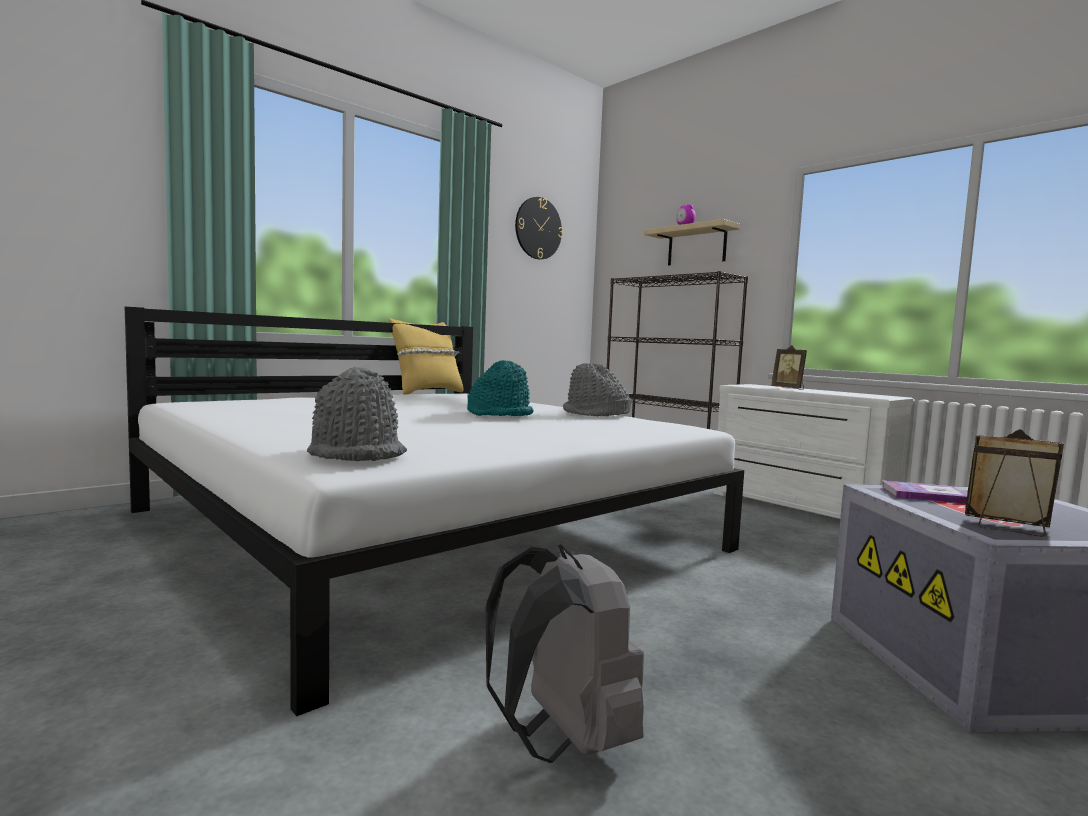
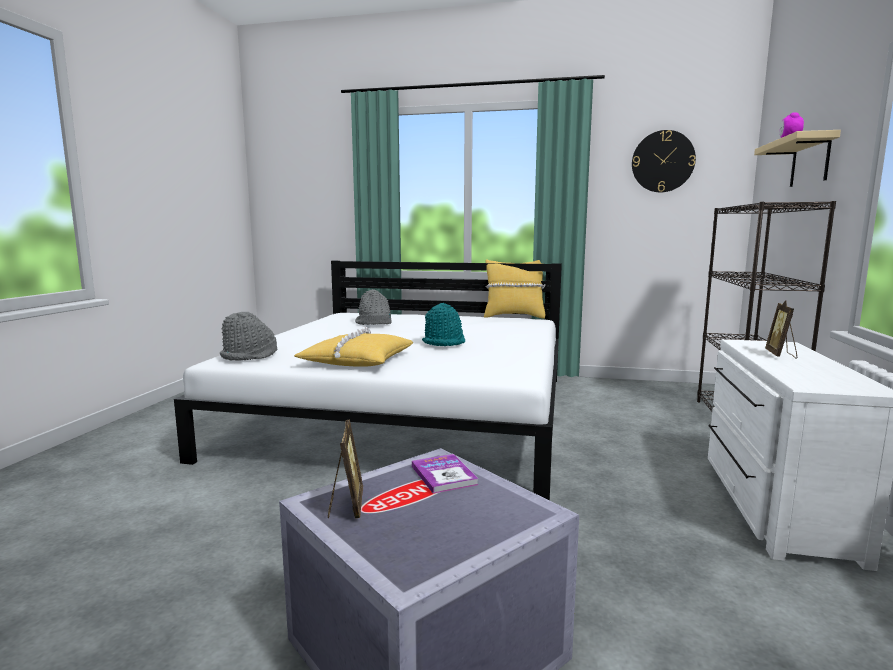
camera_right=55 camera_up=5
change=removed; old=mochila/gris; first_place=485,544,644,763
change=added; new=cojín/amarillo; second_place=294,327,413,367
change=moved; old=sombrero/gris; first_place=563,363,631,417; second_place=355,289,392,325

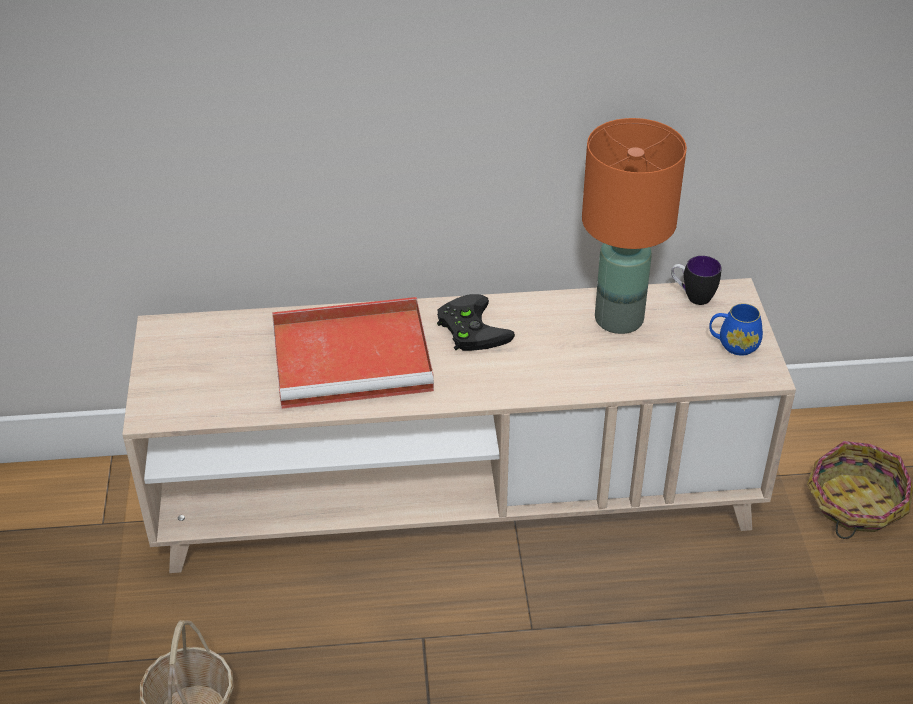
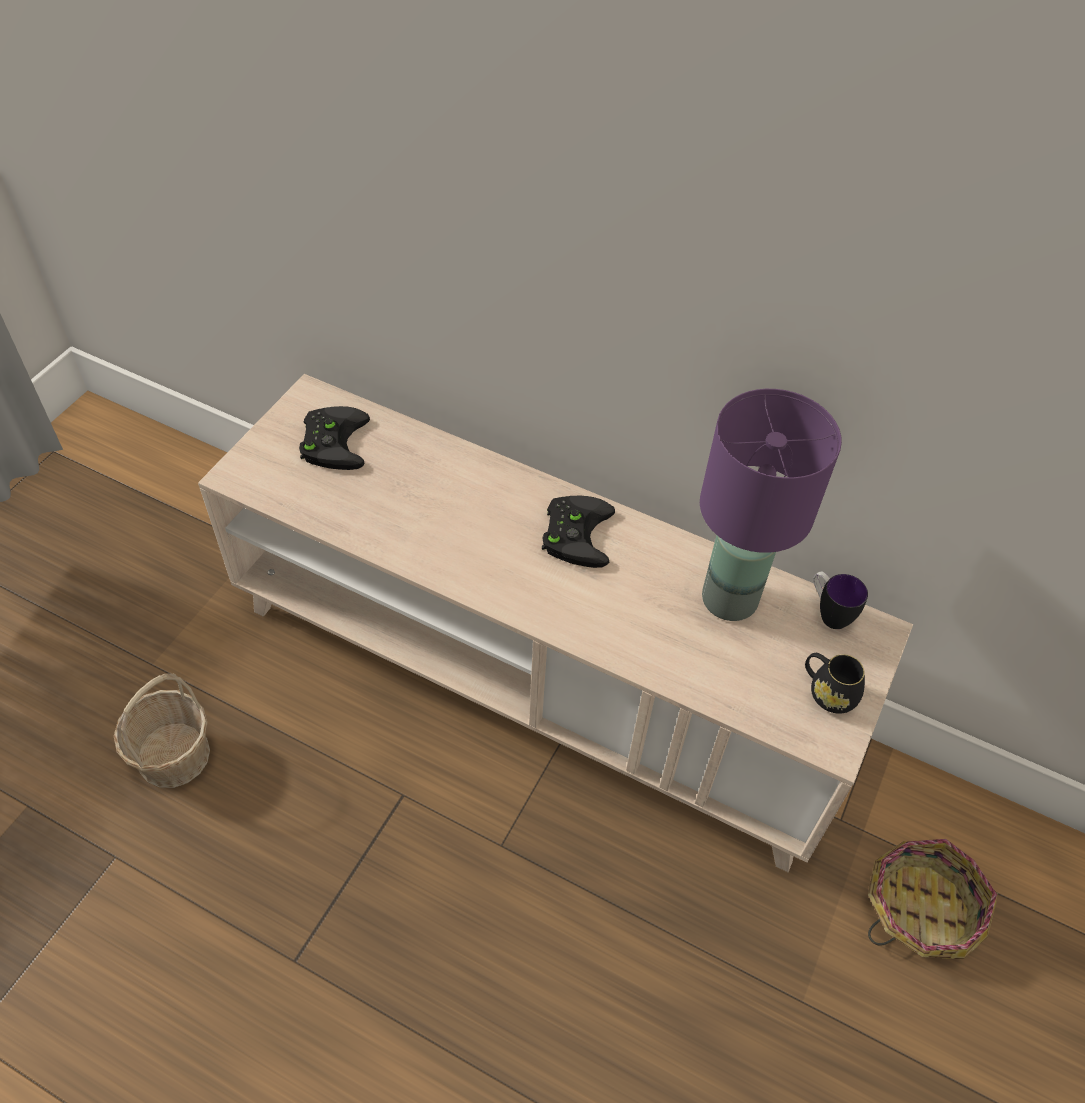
camera_right=30 camera_up=10
change=removed; old=bandeja/rojo; first_place=272,297,434,409
change=added; new=mando de consola/negro; second_place=299,406,370,470
change=recoloured; old=lámpara de mesa/naranja; new=lámpara de mesa/morado; first_place=582,118,687,334; second_place=700,389,842,621
change=recoloured; old=taza grande/azul; new=taza grande/negro; first_place=709,303,763,356; second_place=805,653,865,714

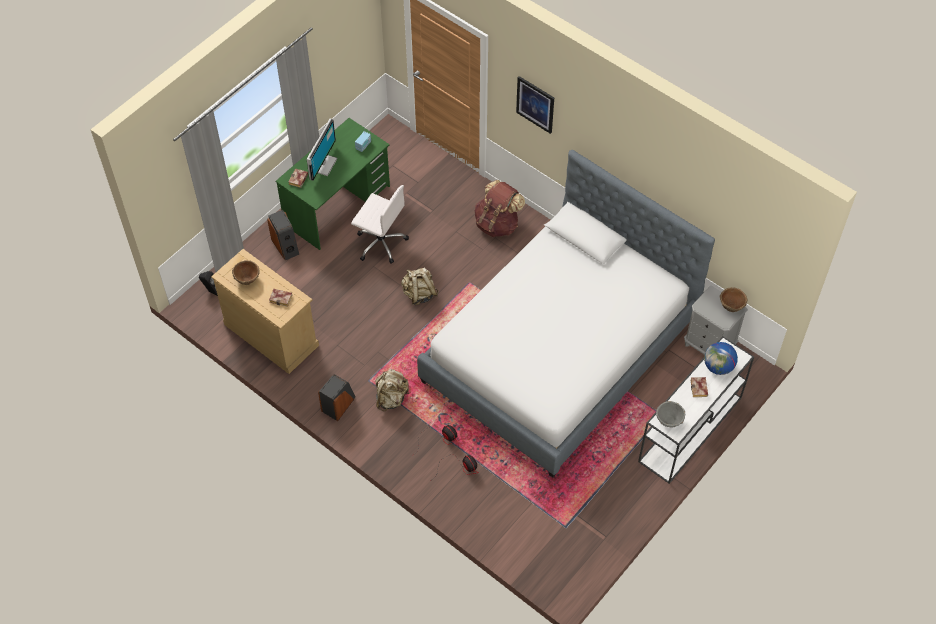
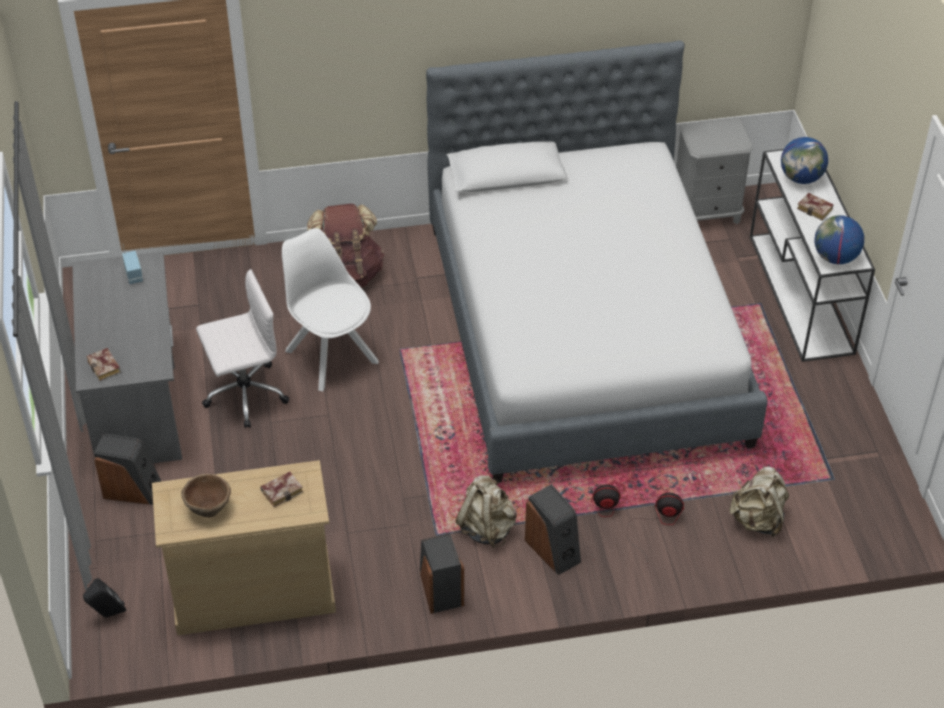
camera_right=-50 camera_up=-10
change=removed; old=monitor; first_place=307,119,337,181
change=removed; old=cuadro; first_place=516,76,554,134
change=removed; old=cuenco/marrón; first_place=720,287,748,312
change=added; new=silla/blanco; second_place=282,228,379,391
change=added; new=altavoz; second_place=525,484,581,575
change=moved; old=mochila/beis; first_place=401,267,439,305; second_place=730,466,789,537
change=replaced; old=cuenco/gris; new=globo terráqueo; first_place=656,401,686,427; second_place=814,215,864,264
change=recoloured; old=escritorio/verde; new=escritorio/gris; first_place=276,118,390,250; second_place=72,251,182,463

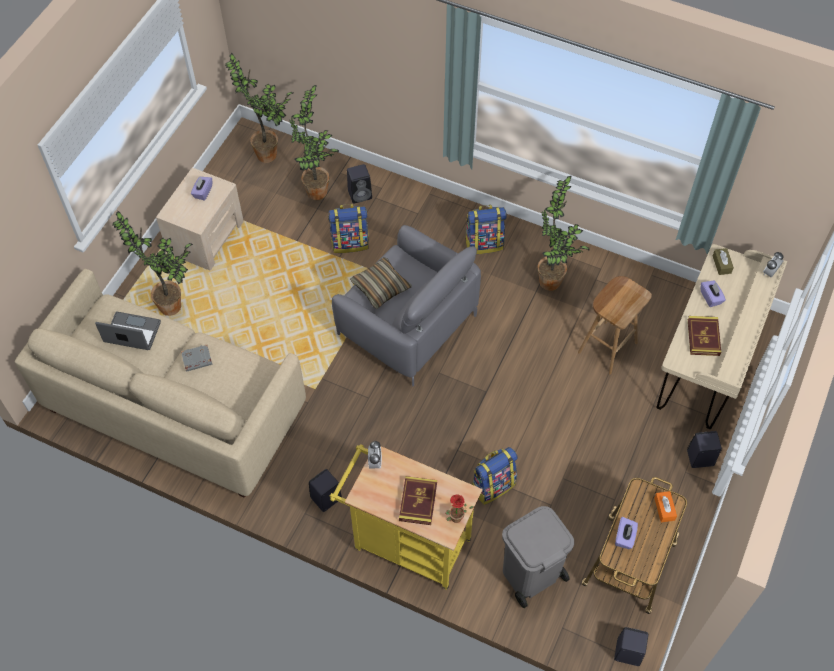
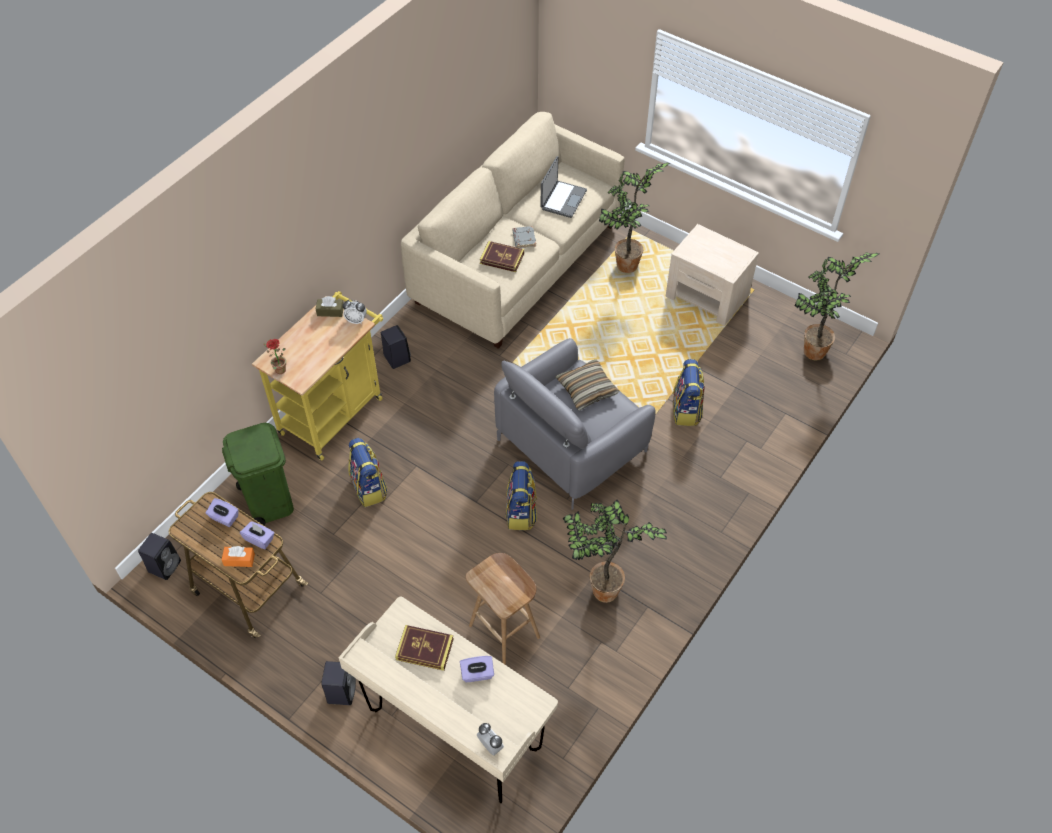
camera_right=100 camera_up=-5
change=removed; old=planta en maceta; first_place=289,85,339,200
change=removed; old=altavoz/negro; first_place=347,164,372,204
change=moved; old=caja de pañuelos/morado; first_place=191,177,212,201; second_place=240,521,274,550
change=moved; old=libro; first_place=399,476,437,525; second_place=480,241,524,272
change=moved; old=mochila; first_place=465,205,507,254; second_place=506,461,537,530
change=moved; old=caja de pañuelos/marrón; first_place=713,248,734,275; second_place=316,296,343,317
change=recoloured; old=papelera/gris; new=papelera/verde; first_place=502,506,574,608; second_place=222,423,294,525

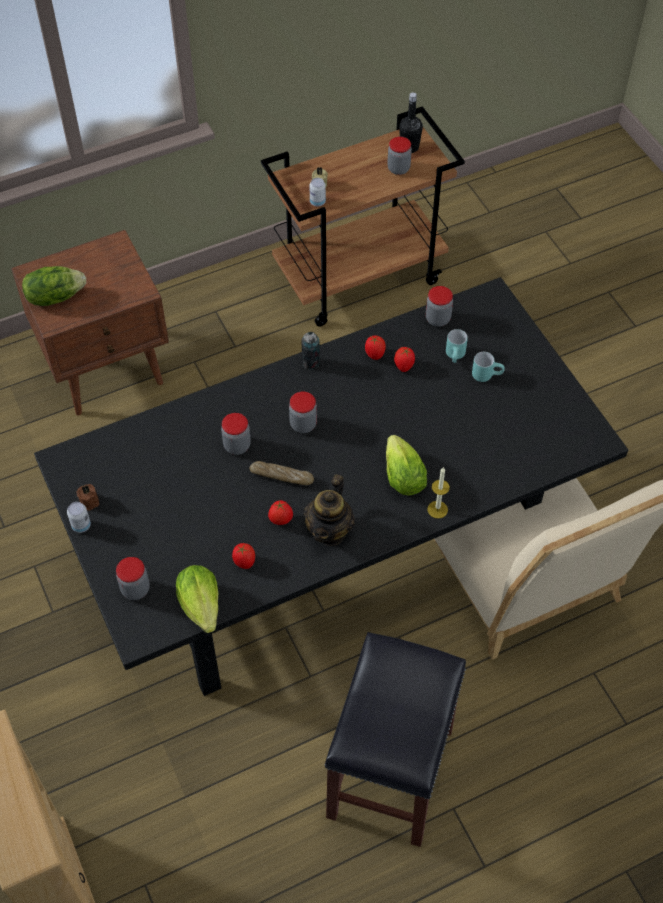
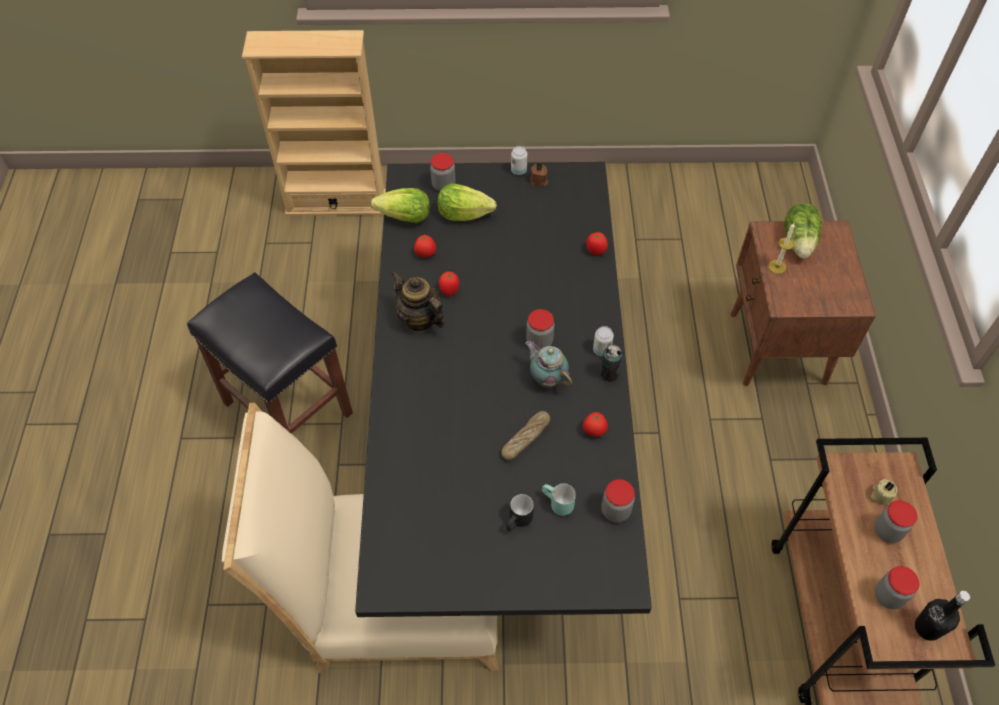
camera_right=115 camera_up=0
change=added; new=tetera; second_place=525,341,572,388
change=moved; old=tarro; first_place=221,413,251,455; second_place=875,500,917,543
change=moved; old=pan; first_place=250,461,314,485; second_place=501,411,550,460
change=moved; old=lata; first_place=310,178,326,206; second_place=593,326,614,357
change=moved; old=lechuga; first_place=386,435,427,496; second_place=438,183,497,221
change=moved; old=tomate; first_place=394,347,415,372; second_place=586,232,608,255
change=moved; old=vela; first_place=427,468,450,519; second_place=769,223,795,274
change=recoloured; old=taza grande/turquesa; new=taza grande/negro; first_place=472,352,505,382; second_place=506,494,534,531

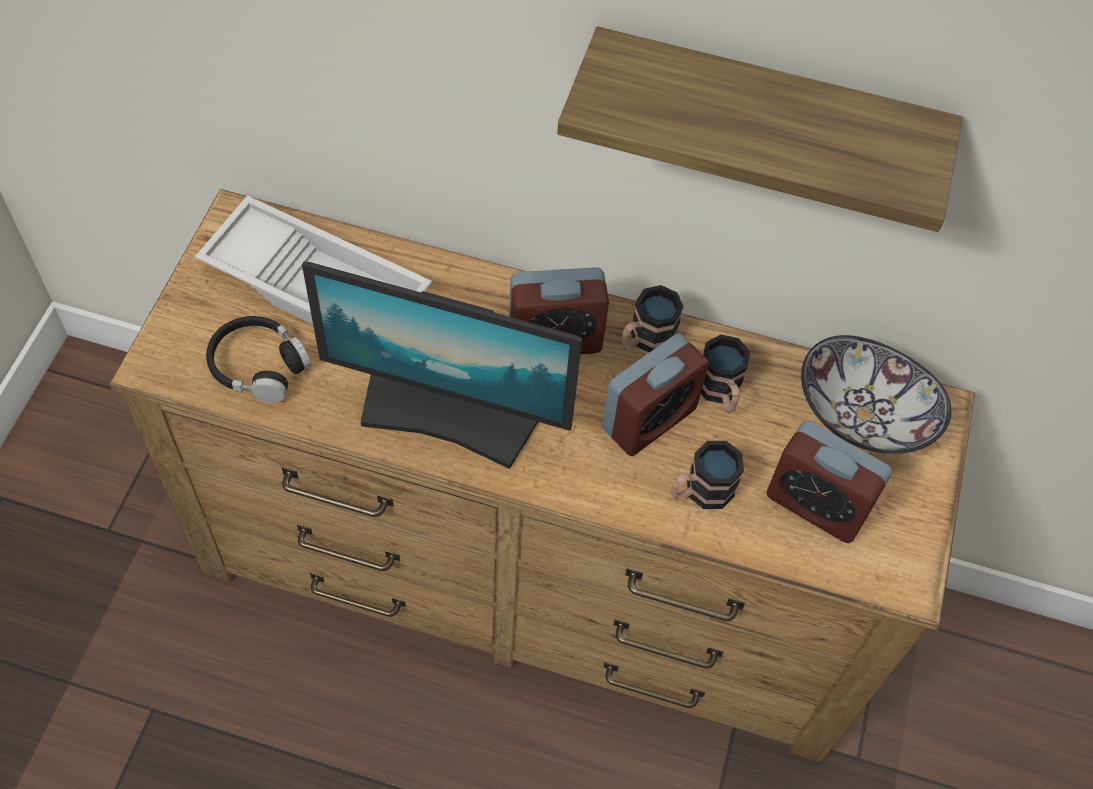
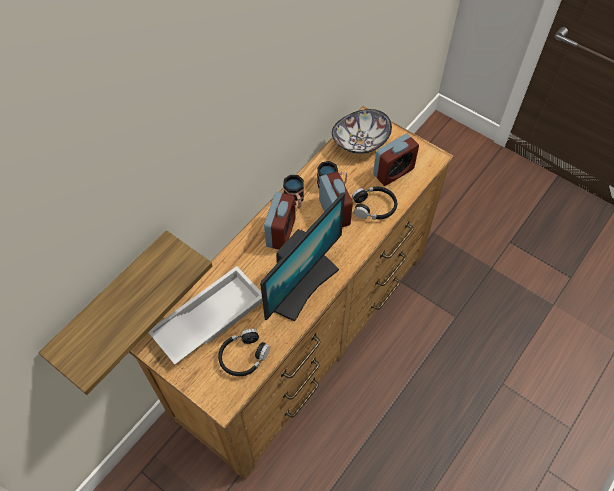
camera_right=-65 camera_up=0
change=moved; old=estante; first_place=557,26,963,232; second_place=38,230,212,395
change=replaced; old=taza grande; new=auriculares/negro; first_place=671,441,744,509; second_place=352,187,397,220

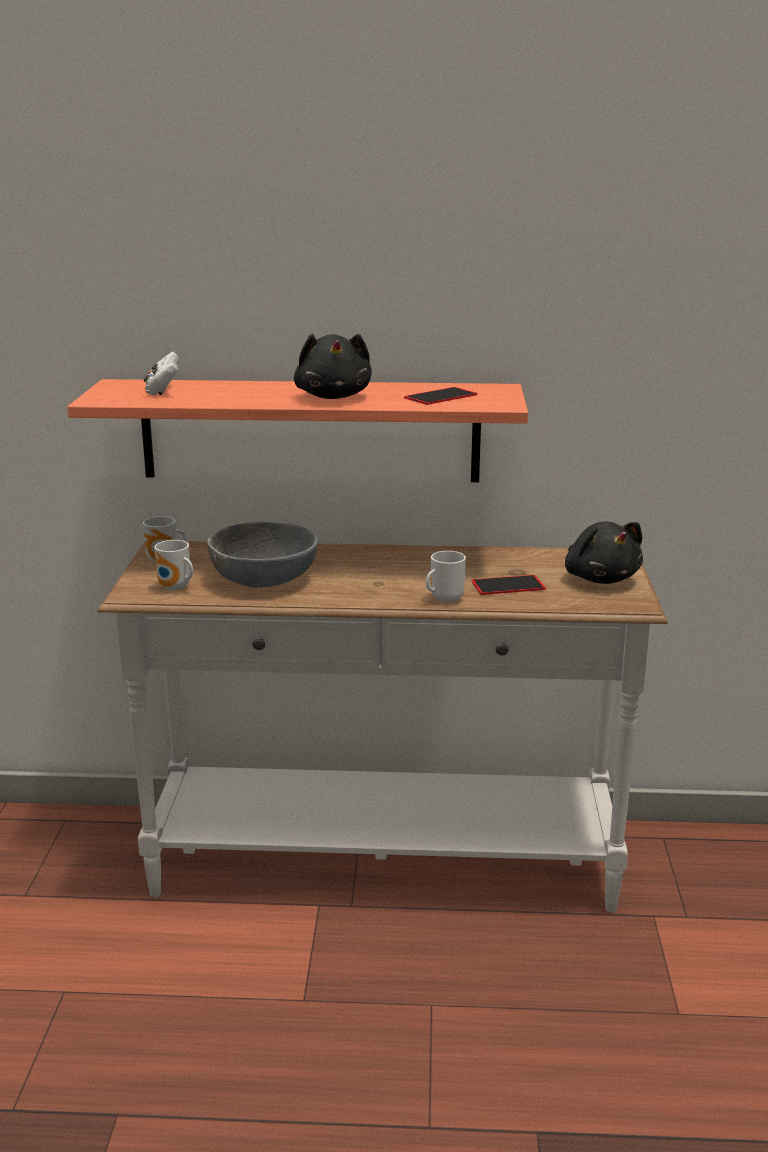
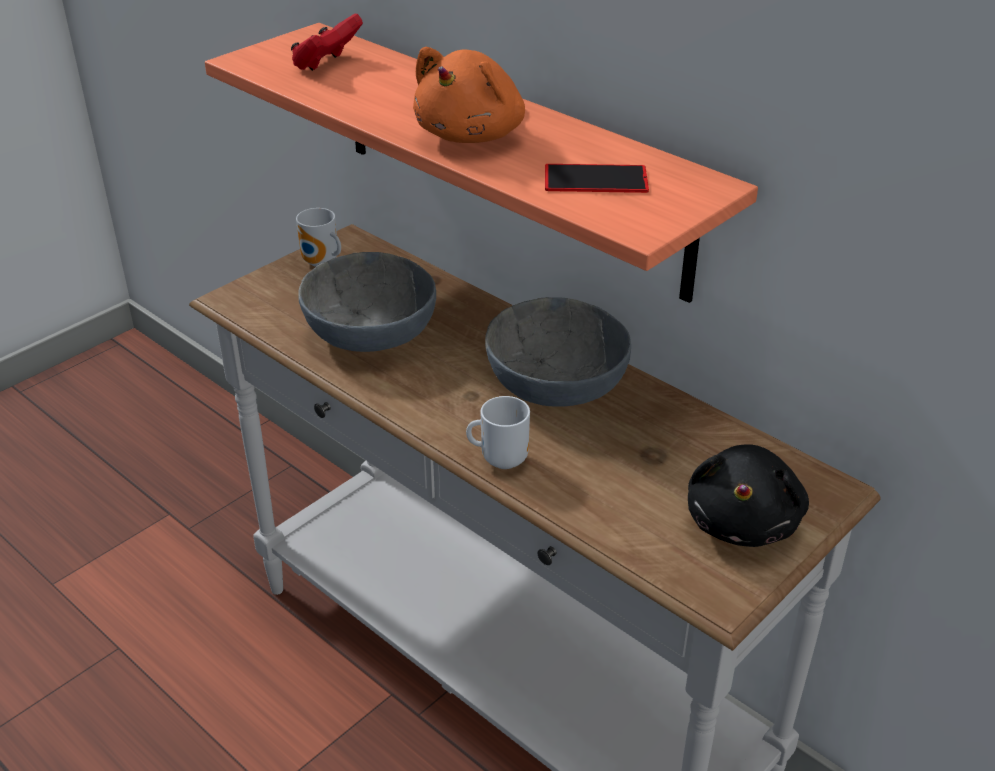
camera_right=40 camera_up=15
change=removed; old=taza grande; first_place=154,540,193,591
change=removed; old=móvil; first_place=471,575,546,595
change=added; new=cuenco/gris; second_place=485,297,631,406
change=recoloured; old=mando de consola/blanco; new=mando de consola/rojo; first_place=144,352,179,395; second_place=291,14,363,71
change=recoloured; old=peluche/negro; new=peluche/naranja; first_place=294,334,372,399; second_place=413,47,525,143

